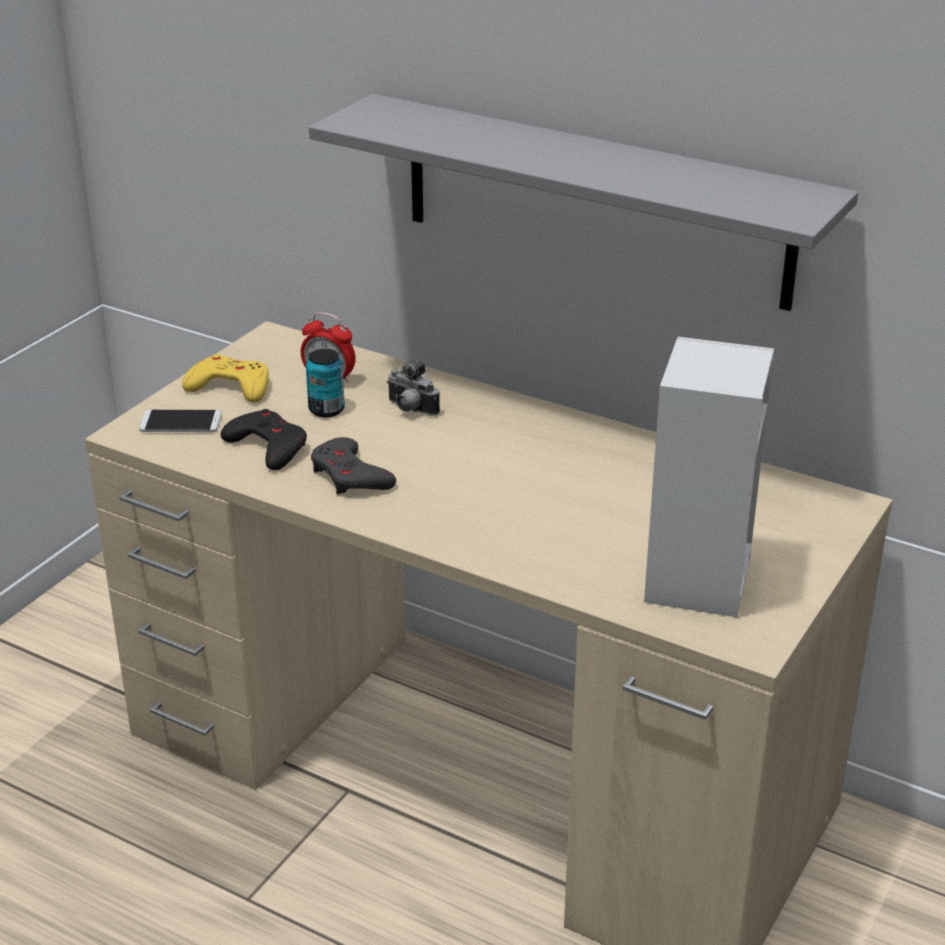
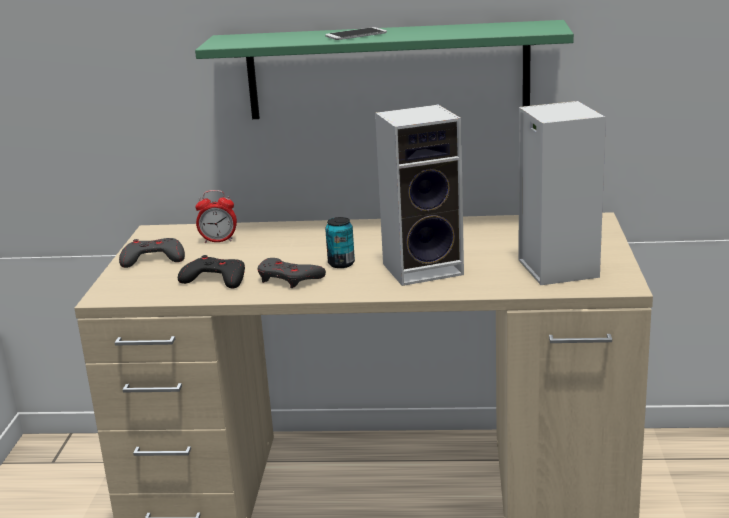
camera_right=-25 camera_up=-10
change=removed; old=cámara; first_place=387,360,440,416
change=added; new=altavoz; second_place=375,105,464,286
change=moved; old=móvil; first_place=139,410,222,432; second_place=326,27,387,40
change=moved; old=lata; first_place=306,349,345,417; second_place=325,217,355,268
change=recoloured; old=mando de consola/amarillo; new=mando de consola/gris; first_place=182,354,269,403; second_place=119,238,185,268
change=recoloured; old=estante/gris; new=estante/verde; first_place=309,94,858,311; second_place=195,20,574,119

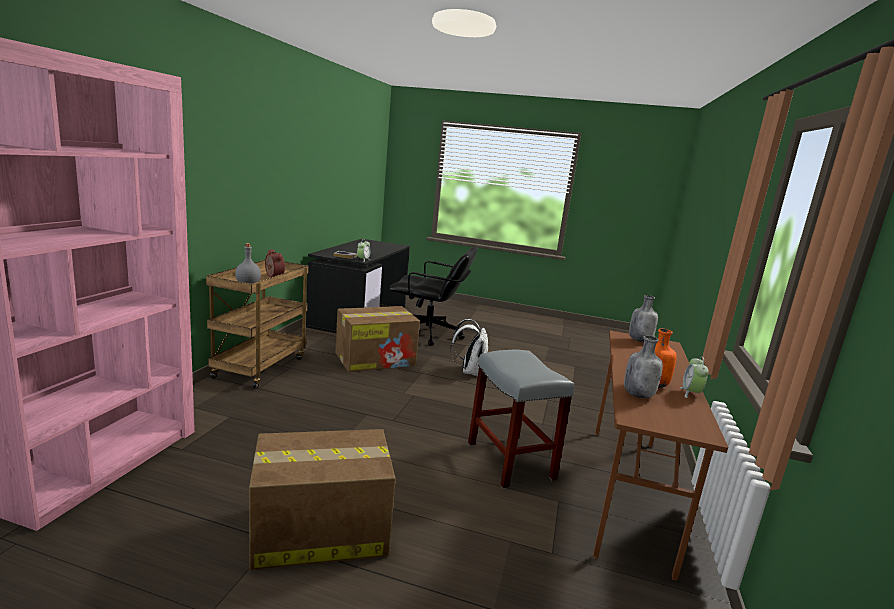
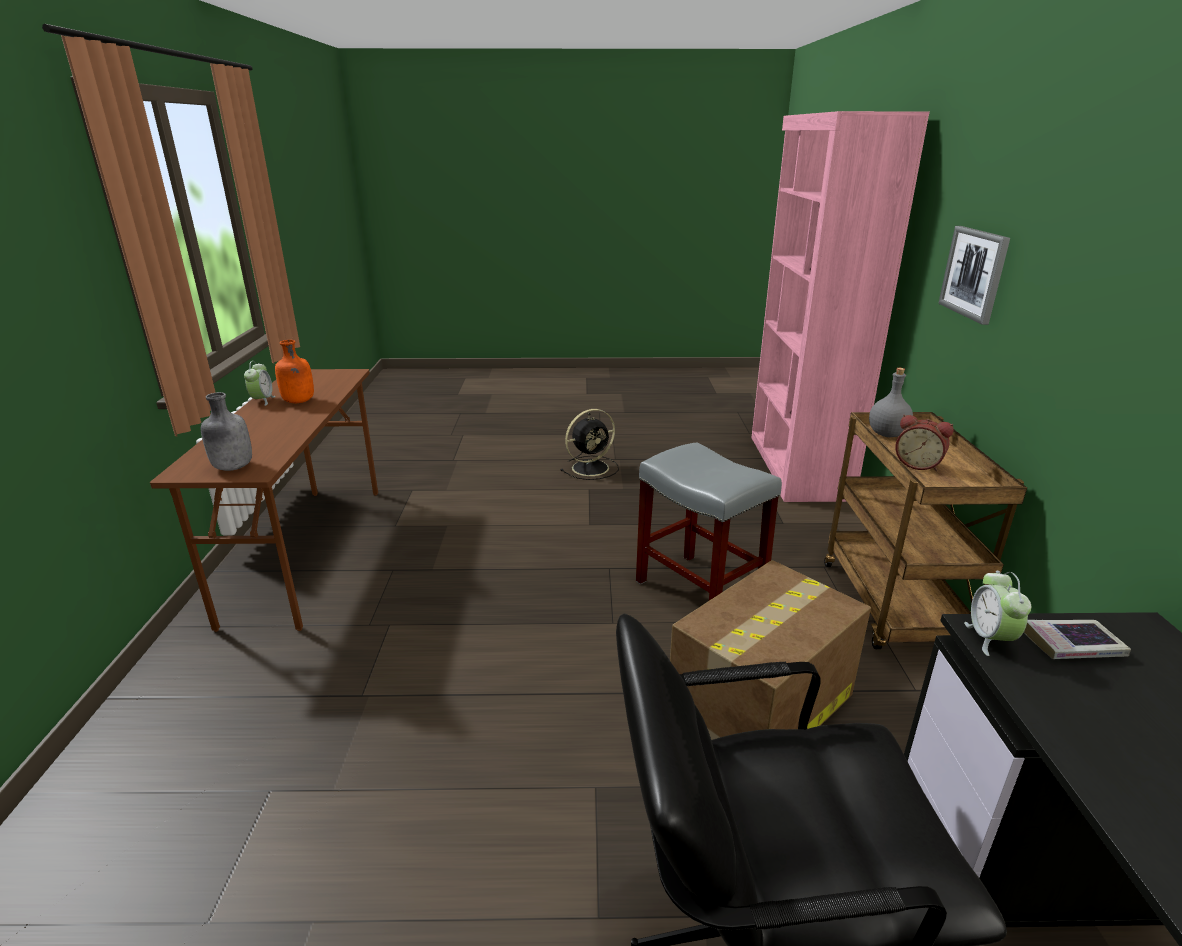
camera_right=165 camera_up=10
change=removed; old=mochila/blanco; first_place=450,319,489,376
change=removed; old=botella/gris; first_place=624,336,663,398
change=added; new=cuadro; second_place=938,226,1010,325
change=moved; old=taburete/gris; first_place=468,350,574,489; second_place=636,442,782,601
change=replaced; old=caja de cartón; new=ventilador/negro; first_place=249,429,396,570; second_place=560,409,619,480

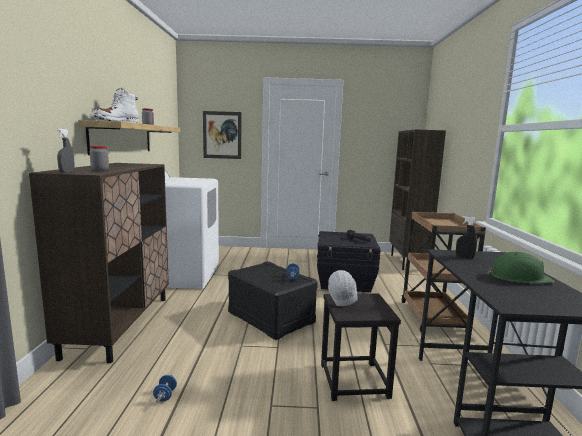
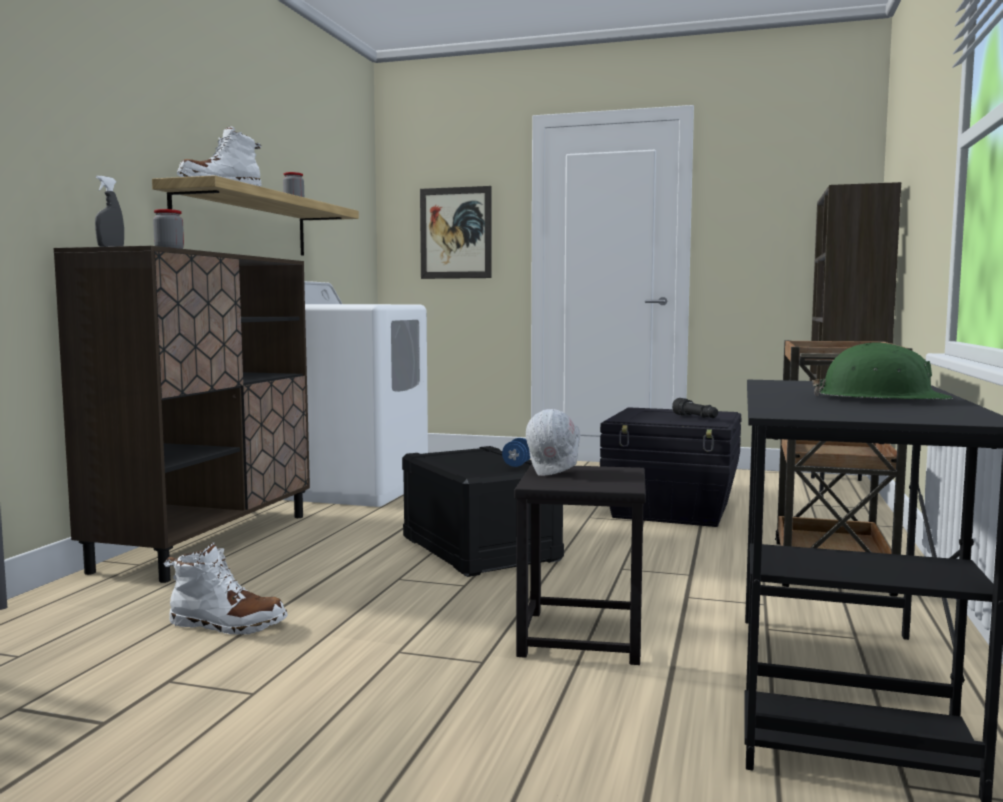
camera_right=15 camera_up=-5
change=removed; old=pulverizador/negro; first_place=456,216,477,259
change=replaced; old=mancuerna/azul; new=bota/blanco; first_place=153,375,177,402; second_place=163,543,288,635

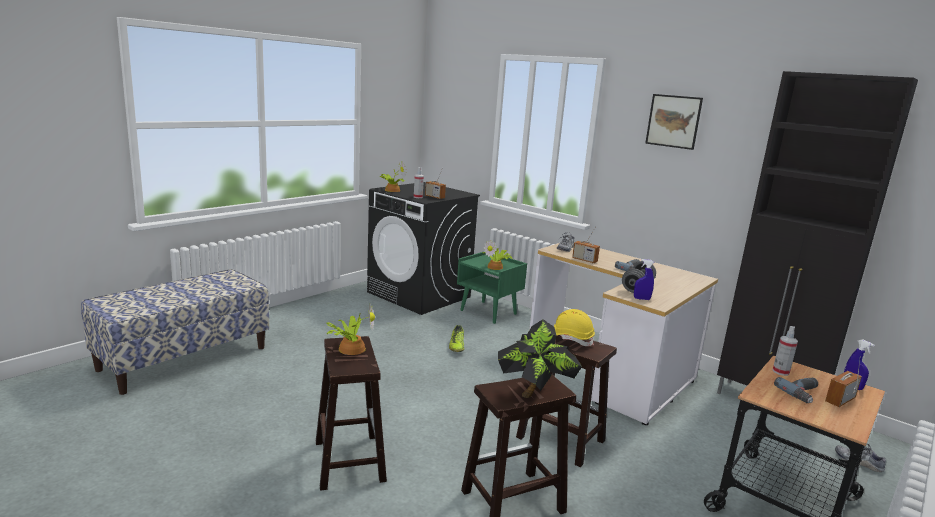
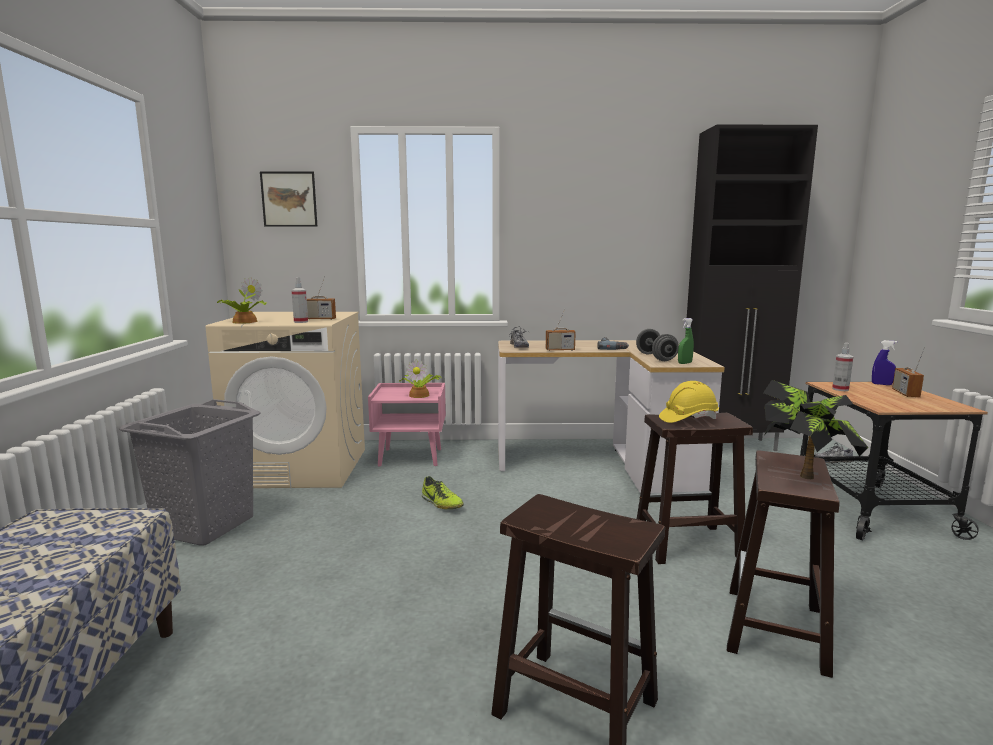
camera_right=-40 camera_up=-5
change=removed; old=planta en maceta; first_place=326,303,375,355
change=removed; old=taladro; first_place=774,377,818,403
change=added; new=cesto de la ropa/gris; second_place=119,399,261,545
change=moved; old=cuadro; first_place=645,94,703,150; second_place=260,171,317,227
change=recoloured; old=lavadora/negro; new=lavadora/beis; first_place=367,182,480,315; second_place=205,312,365,488
change=recoloured; old=mesita de noche/verde; new=mesita de noche/rosa; first_place=457,252,527,324; second_place=368,383,446,467
change=recoloured; old=pulverizador/azul; new=pulverizador/verde; first_place=634,259,654,300; second_place=678,318,694,364

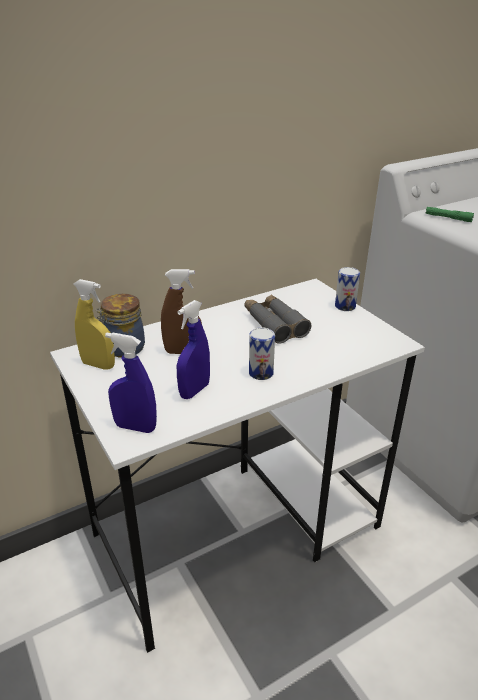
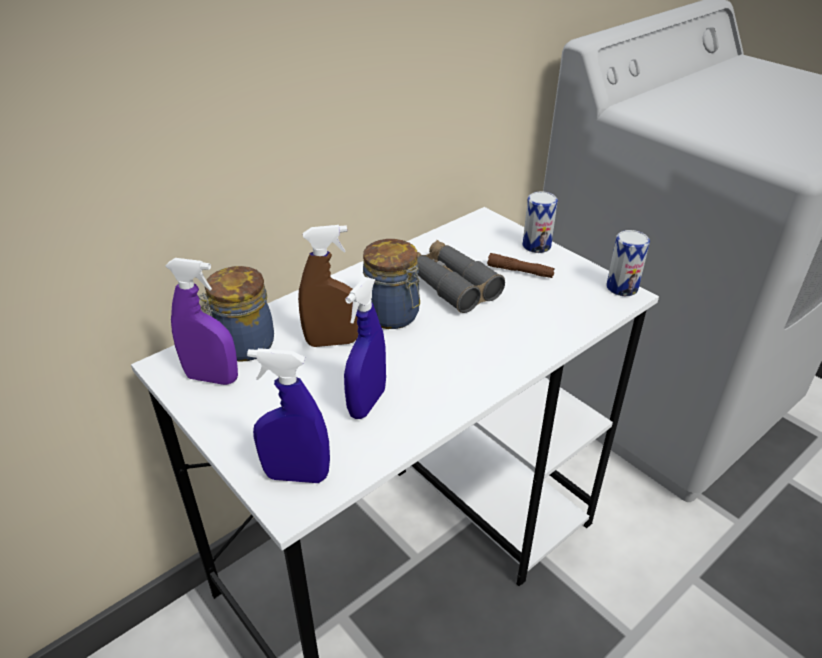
camera_right=-10 camera_up=5
change=removed; old=linterna/verde; first_place=425,207,474,222
change=added; new=tarro; second_place=363,239,420,329
change=added; new=linterna/marrón; second_place=487,253,555,278
change=moved; old=lata; first_place=249,327,275,380; second_place=606,230,650,296
change=recoloured; old=pulverizador/amarillo; new=pulverizador/morado; first_place=73,279,115,370; second_place=165,258,238,385

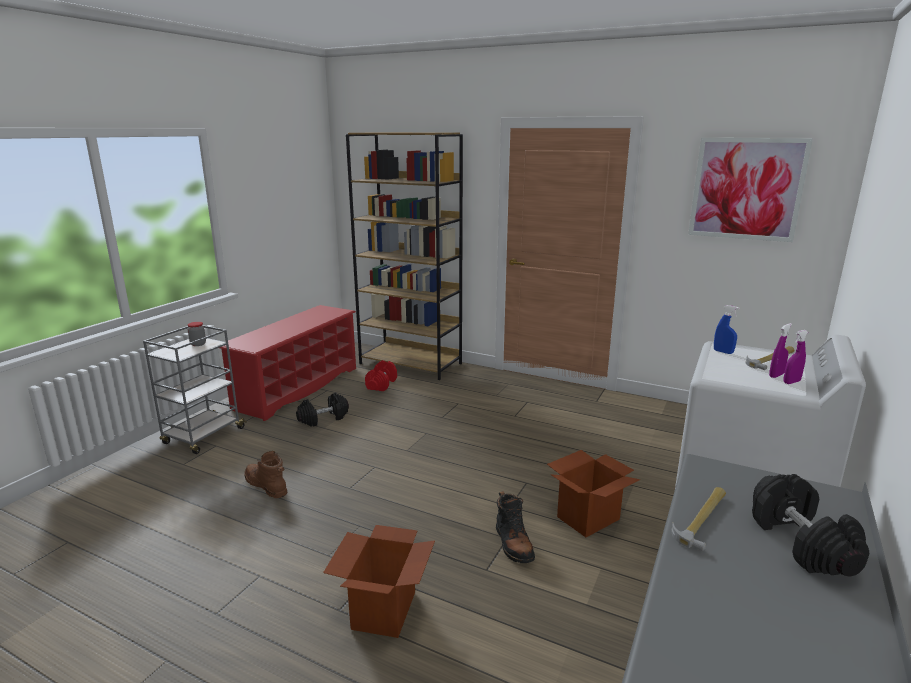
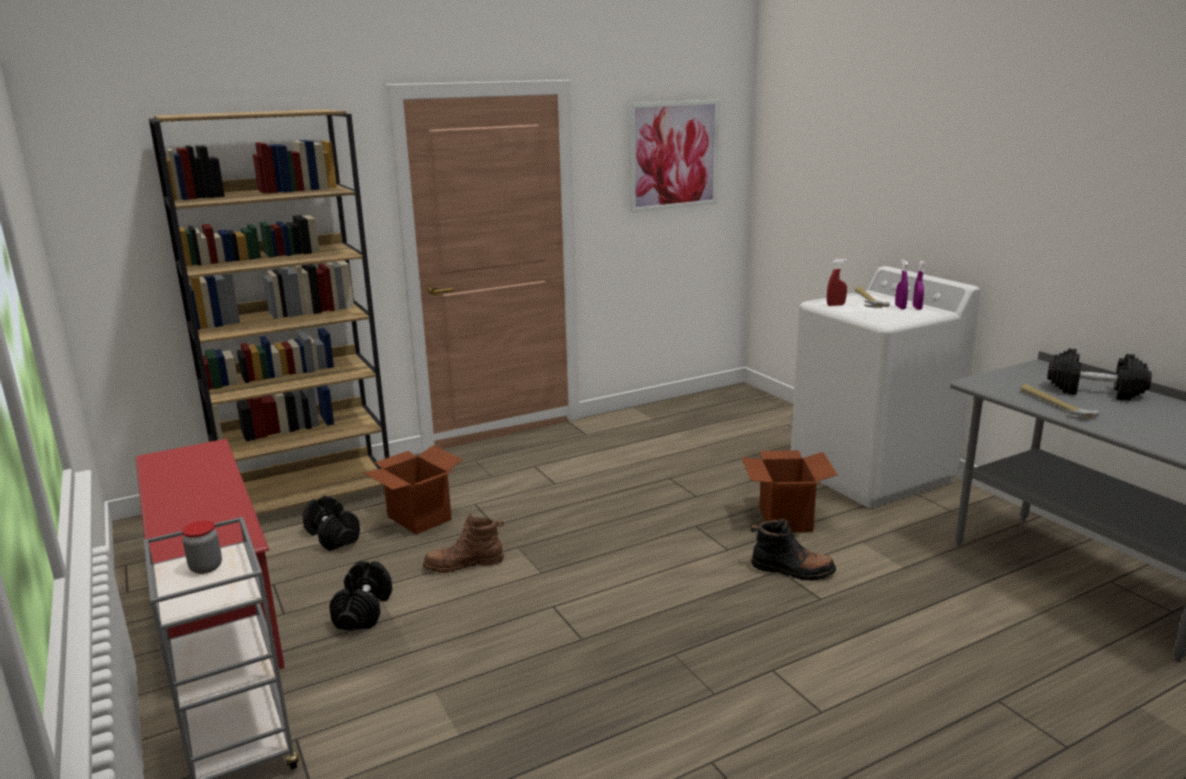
camera_right=-55 camera_up=0
change=moved; old=bota/marrón; first_place=244,451,287,498; second_place=423,514,504,573
change=moved; old=caja de cartón; first_place=323,525,435,638; second_place=364,445,463,535
change=recoloured; old=mancuerna/rojo; new=mancuerna/negro; first_place=365,360,397,391; second_place=303,496,360,551
change=recoloured; old=pulverizador/azul; new=pulverizador/rojo; first_place=714,305,739,354; second_place=827,259,847,306

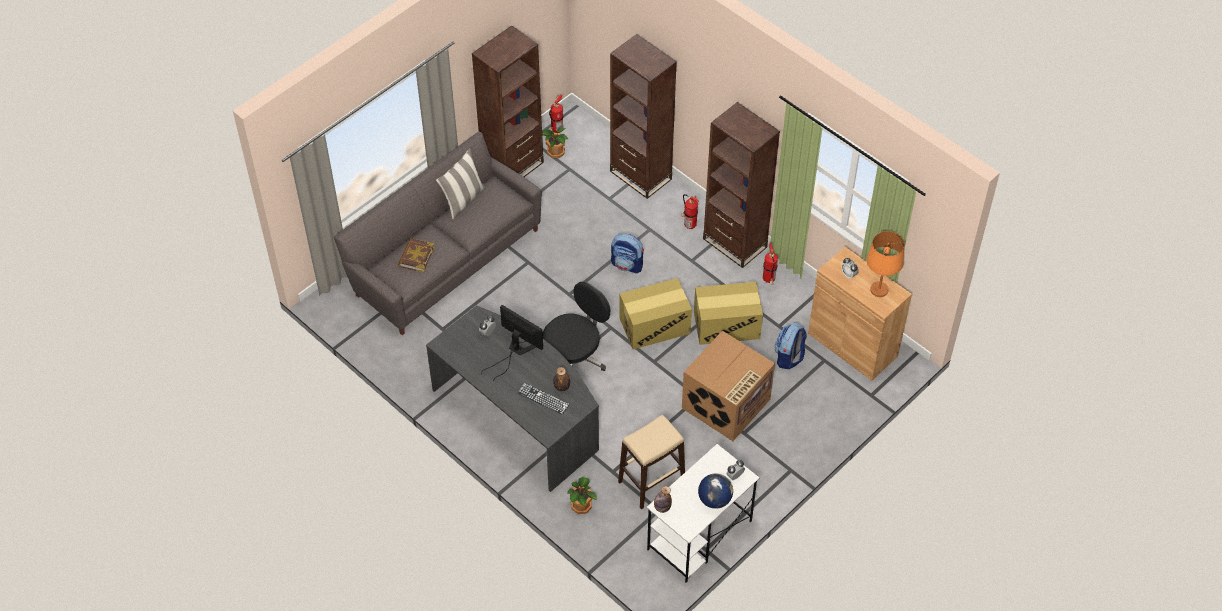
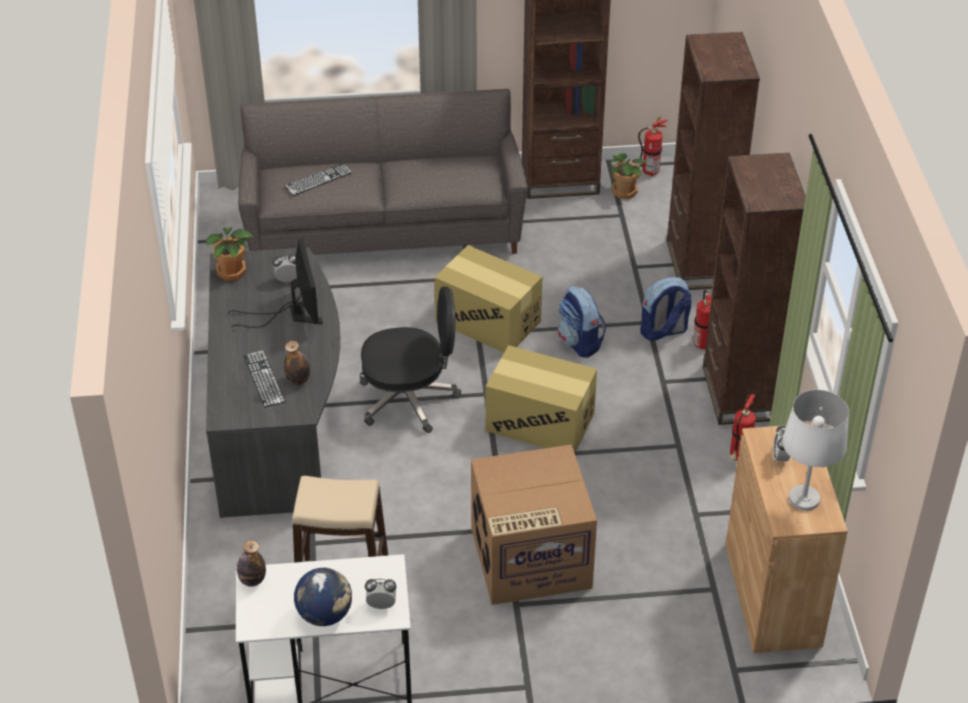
camera_right=40 camera_up=-10
change=removed; old=cojín; first_place=436,148,486,219
change=moved; old=planta en maceta; first_place=567,477,597,514; second_place=206,227,253,281
change=moved; old=caja de cartón; first_place=694,282,763,345; second_place=434,245,542,353
change=moved; old=mochila; first_place=775,322,807,369; second_place=640,277,691,341
change=replaced; old=libro; new=teclado; first_place=398,238,434,273; second_place=284,163,352,196
change=recoloured; old=lámpara de mesa/naranja; new=lámpara de mesa/blanco; first_place=867,231,904,297; second_place=782,390,849,511

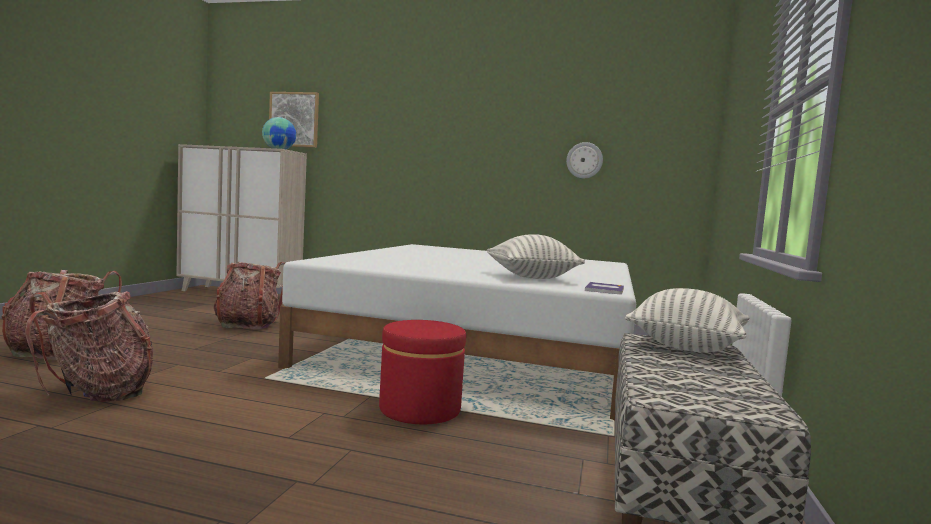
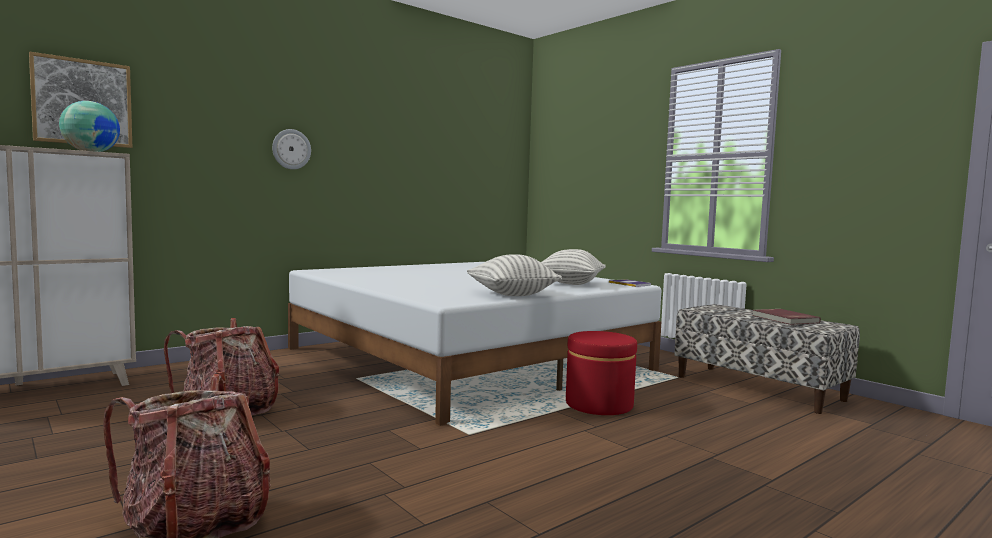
camera_right=-55 camera_up=0
change=removed; old=mochila; first_place=25,291,153,402
change=added; new=libro/rojo; second_place=752,309,821,325
change=moved; old=reloj de pared; first_place=566,142,603,179; second_place=272,129,311,169
change=moved; old=cojín; first_place=625,288,749,353; second_place=467,254,562,296

